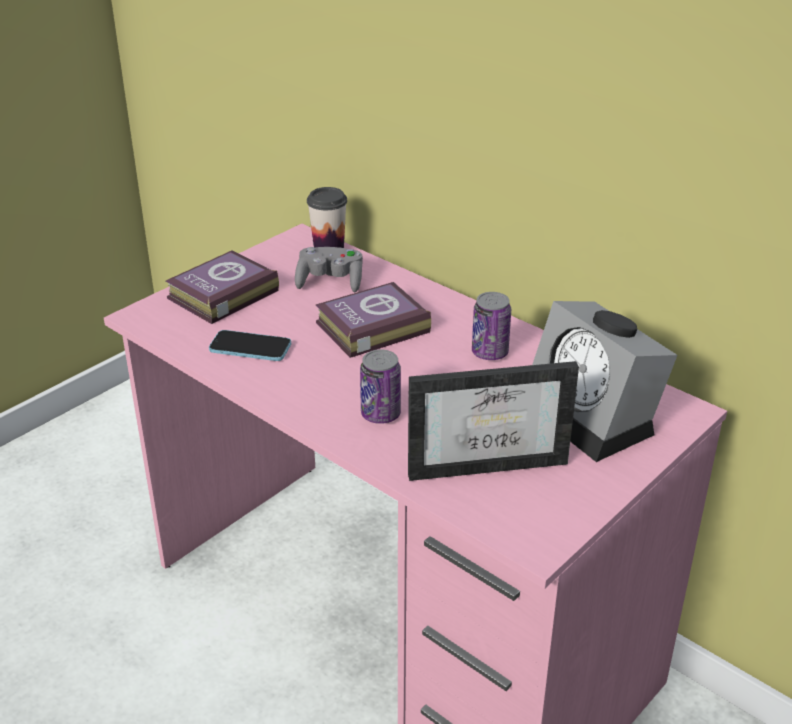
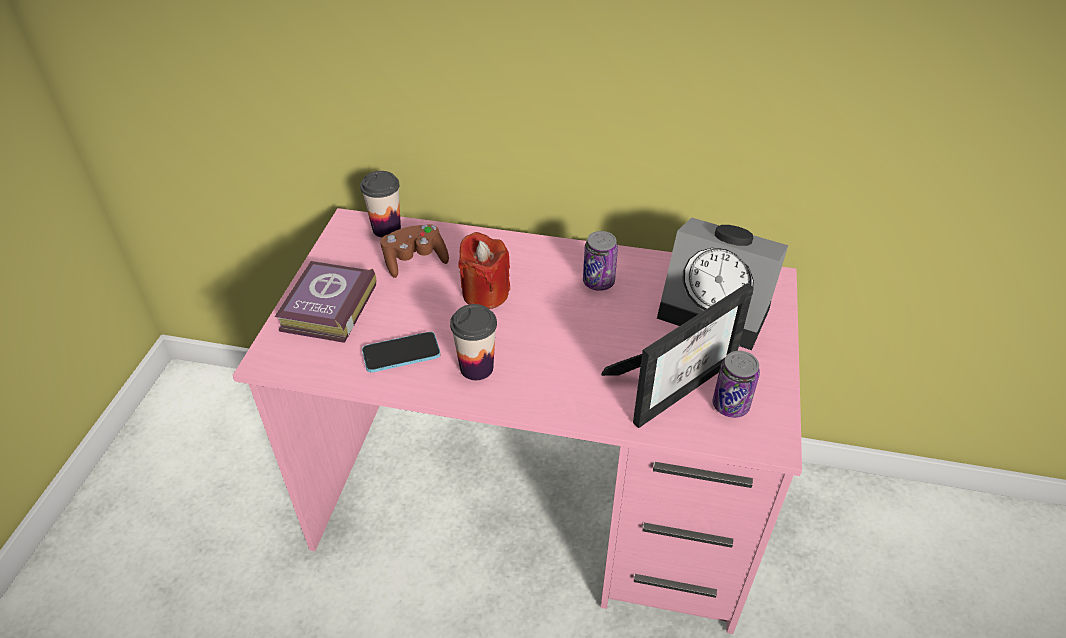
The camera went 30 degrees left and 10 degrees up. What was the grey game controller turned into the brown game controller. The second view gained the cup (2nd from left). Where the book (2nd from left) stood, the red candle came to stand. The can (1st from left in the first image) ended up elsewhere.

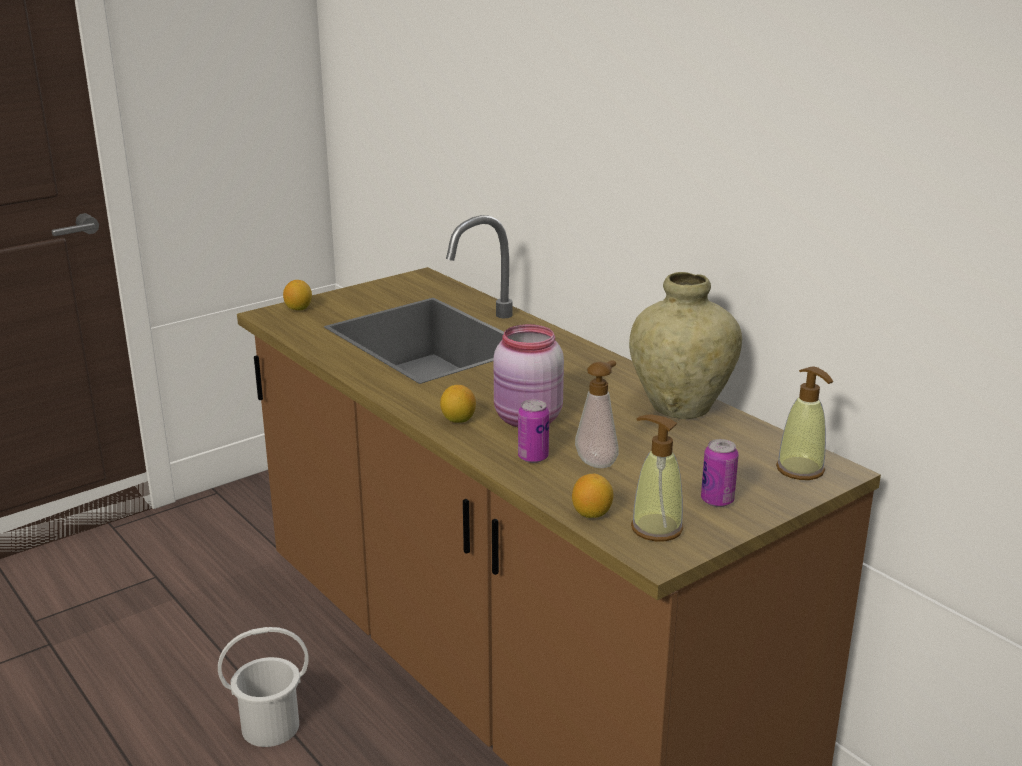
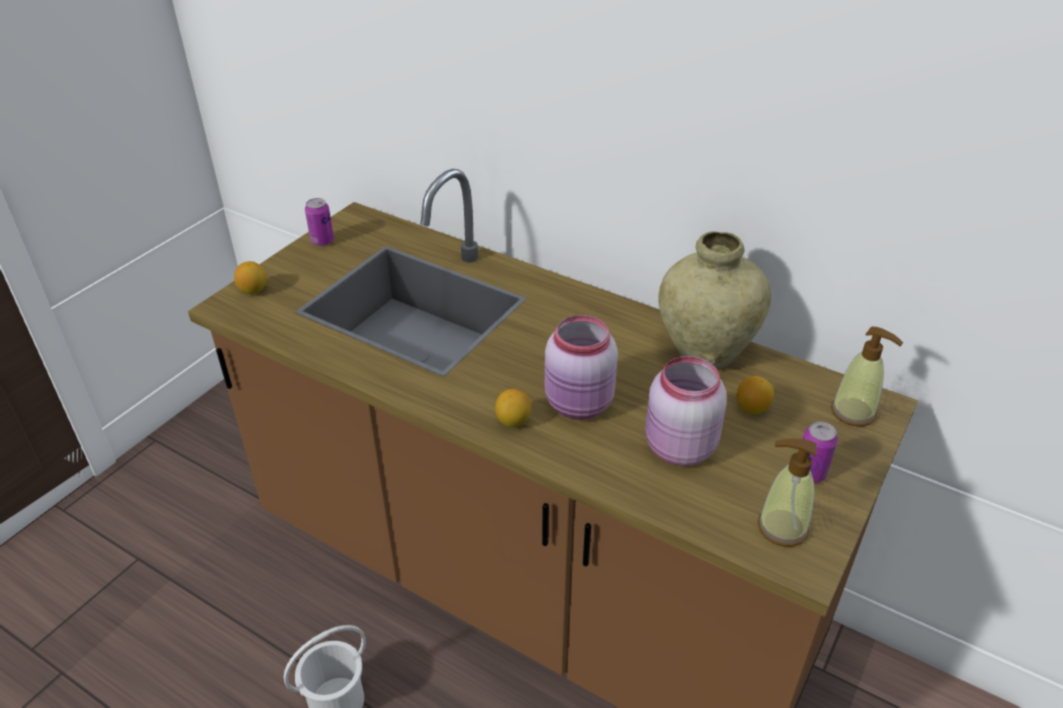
The camera went 20 degrees left and 15 degrees up. The can (1st from left) ended up elsewhere. Where the soap dispenser (1st from left) stood, the pink jar (2nd from left) came to stand. The lemon (3rd from left) ended up elsewhere.

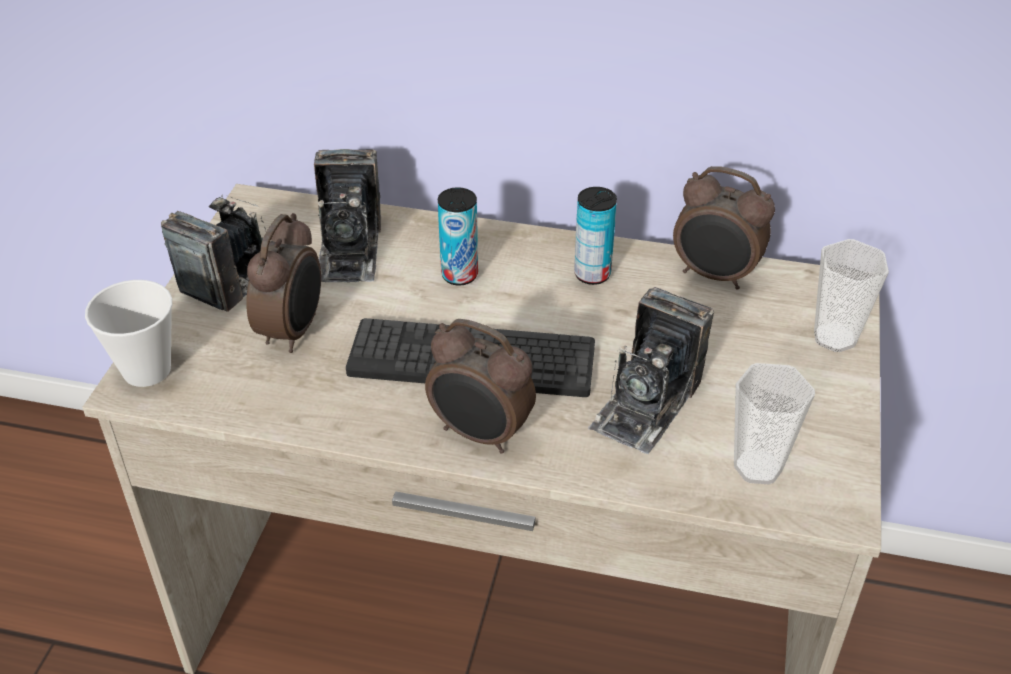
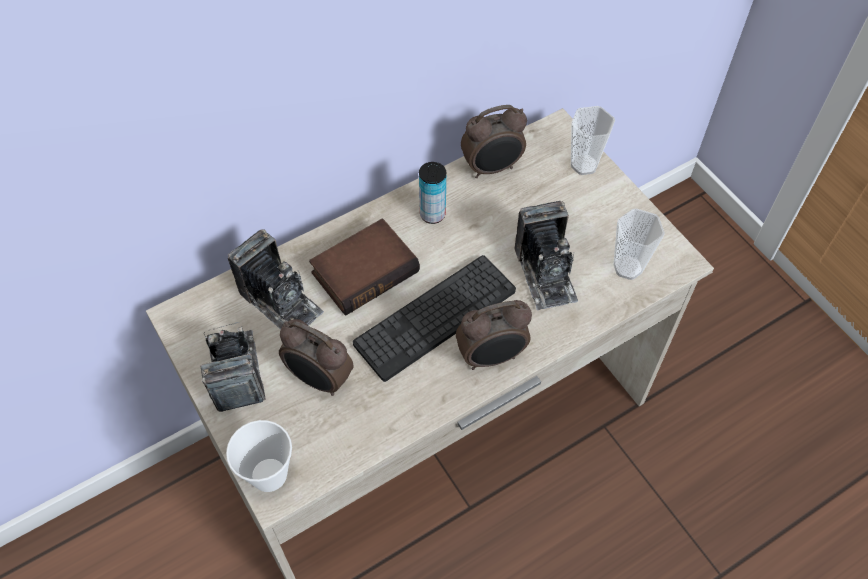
The camera went 45 degrees left and 15 degrees up. The alarm clock (1st from left) ended up facing another way, 150 degrees clockwise from before. Where the can (1st from left) stood, the book came to stand.

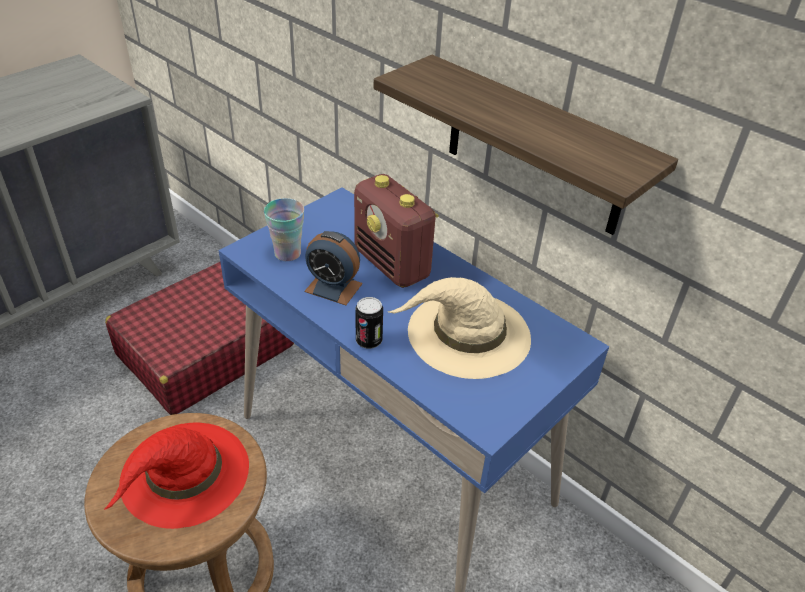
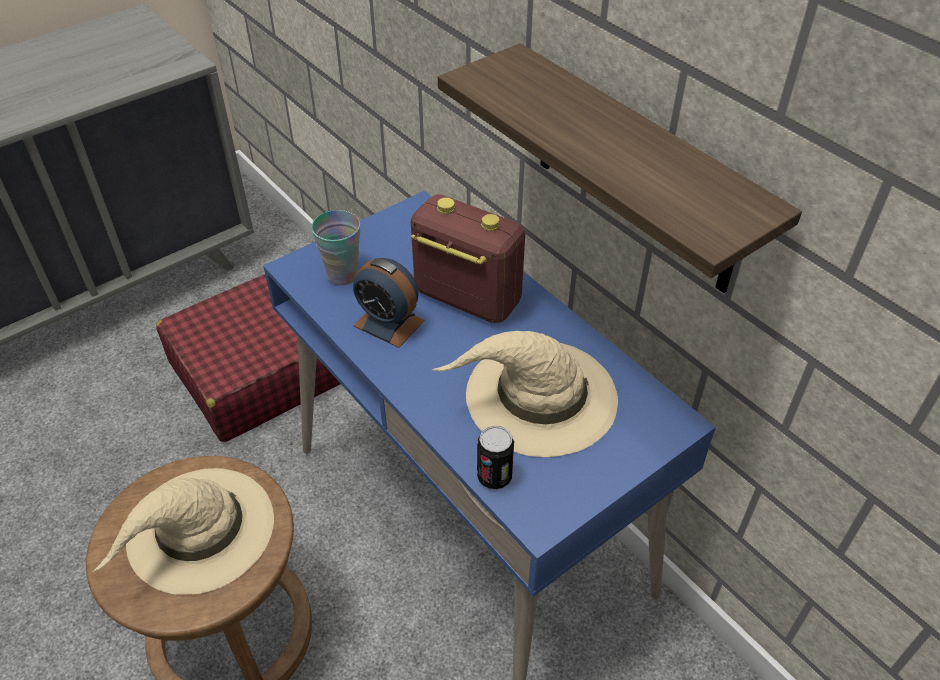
The camera went 10 degrees right and 5 degrees up. What was the red hat turned into the beige hat (1st from left). The radio ended up facing another way, 150 degrees clockwise from before. The can ended up elsewhere.

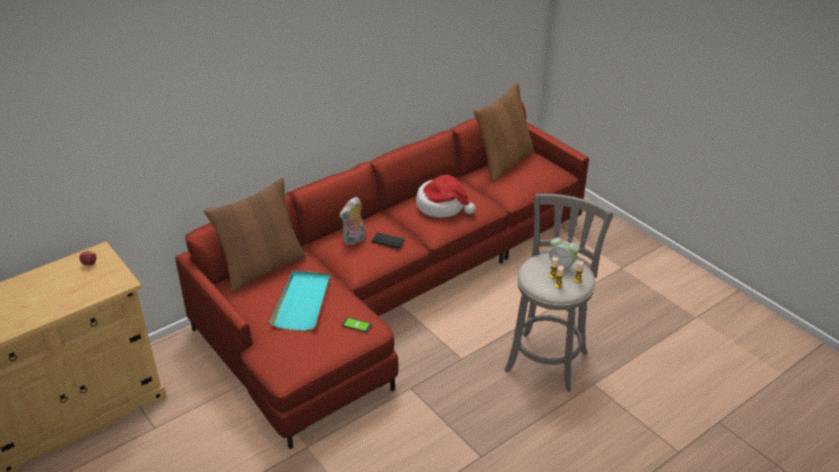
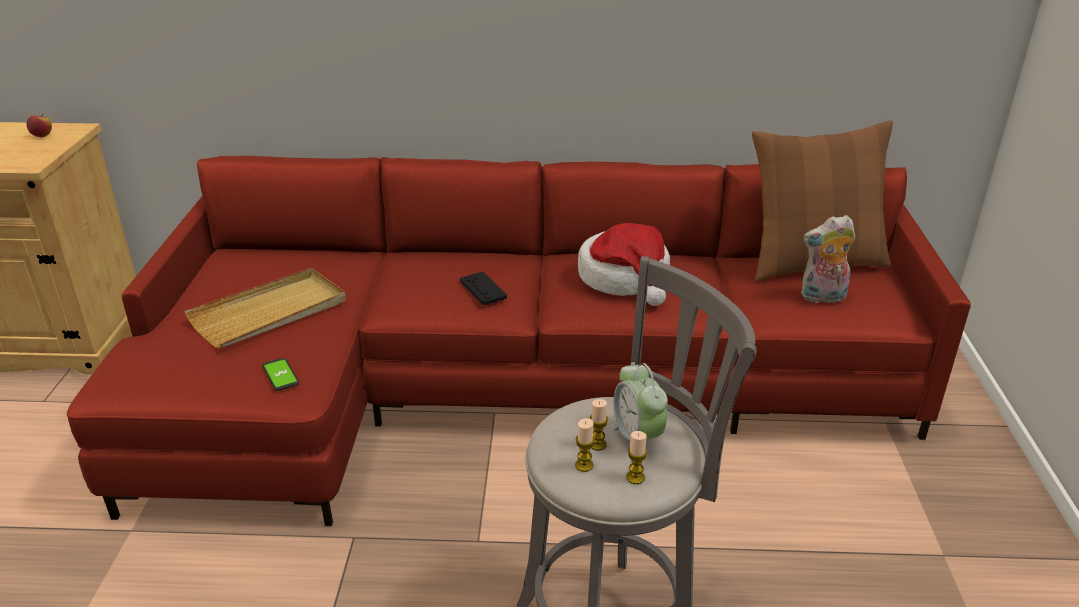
The camera went 40 degrees right and 5 degrees down. What was the turquoise tray turned into the beige tray. The plush toy ended up elsewhere. The second view lost the brown pillow (1st from left).

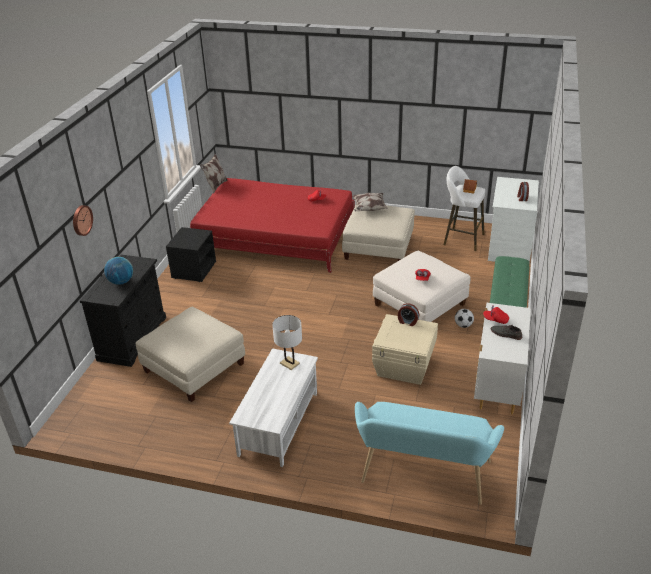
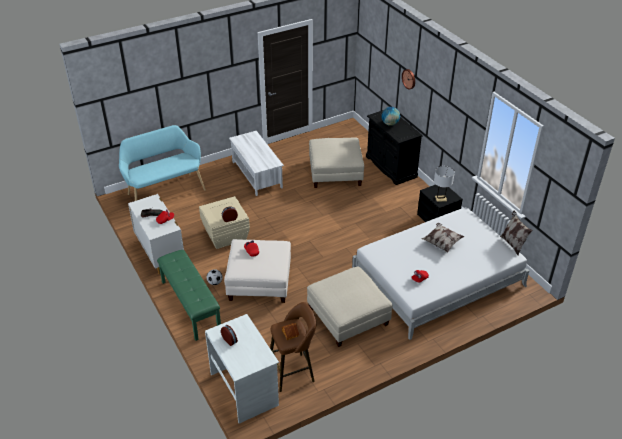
The camera went 135 degrees right and 5 degrees up. What was the white stool turned into the brown stool. What was the red bed turned into the white bed. The pillow (2nd from left in the first image) ended up elsewhere. The white table lamp ended up elsewhere.

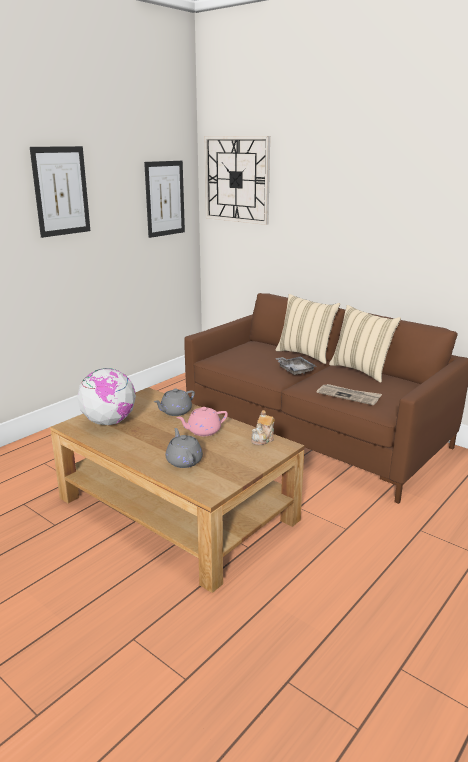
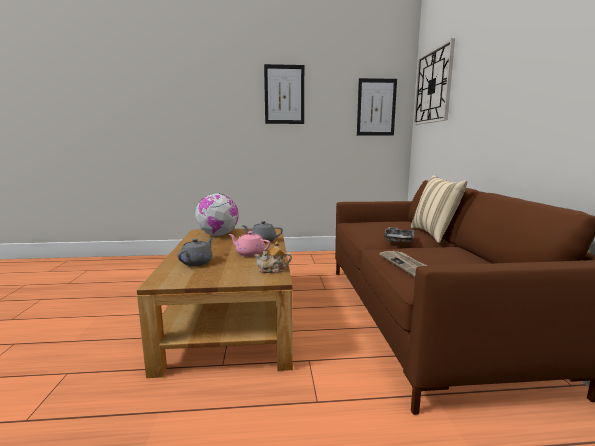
The camera went 45 degrees right and 10 degrees down. The second view lost the beige pillow (2nd from left).

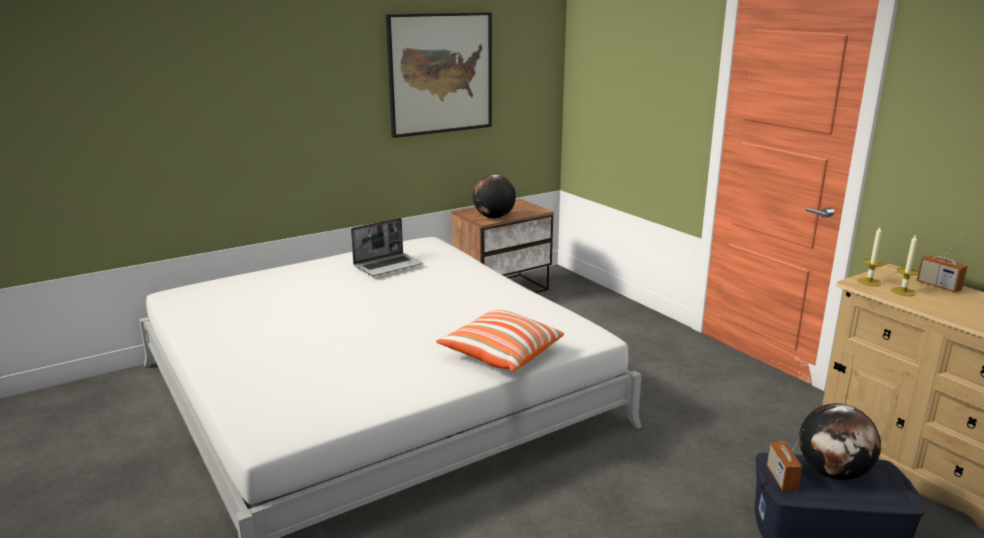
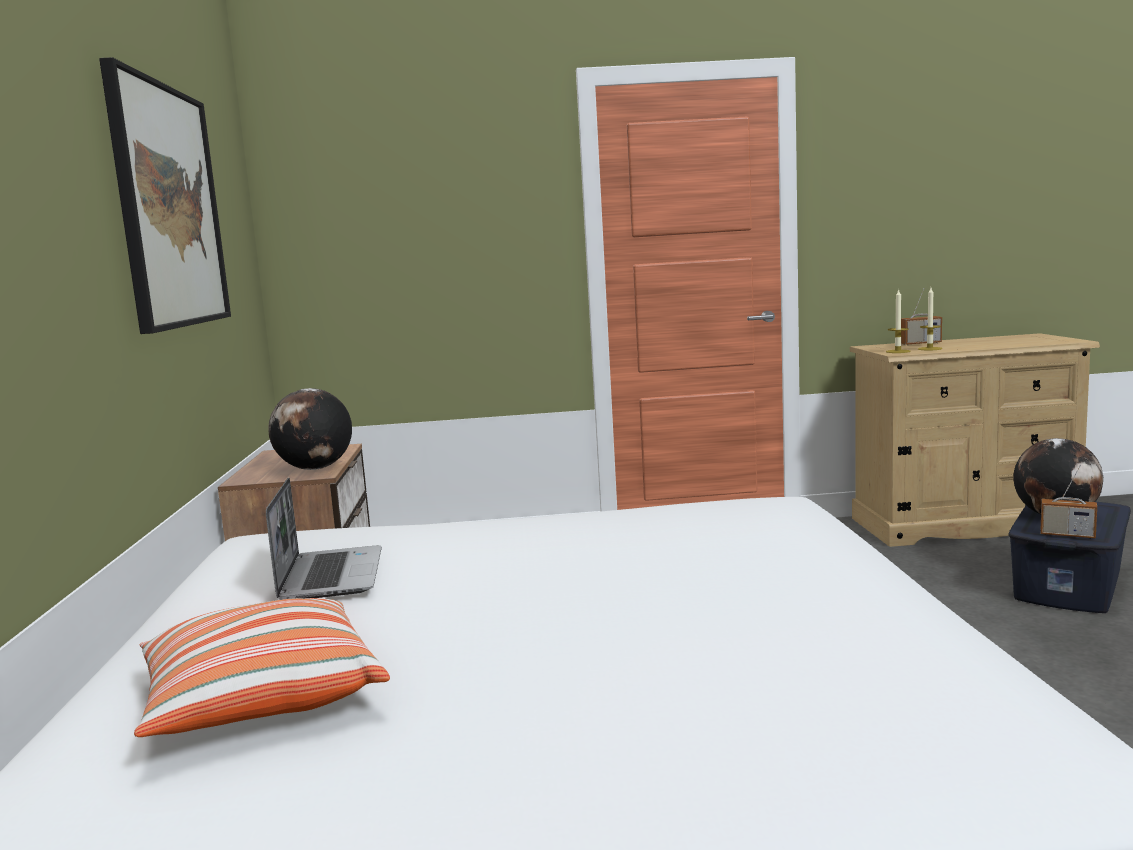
The camera went 60 degrees left and 10 degrees down. The pillow ended up elsewhere.

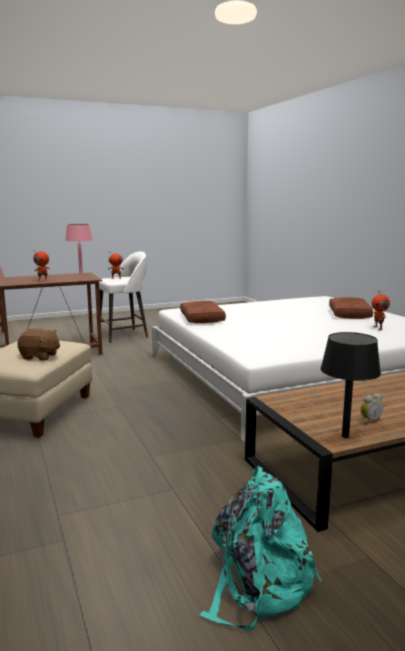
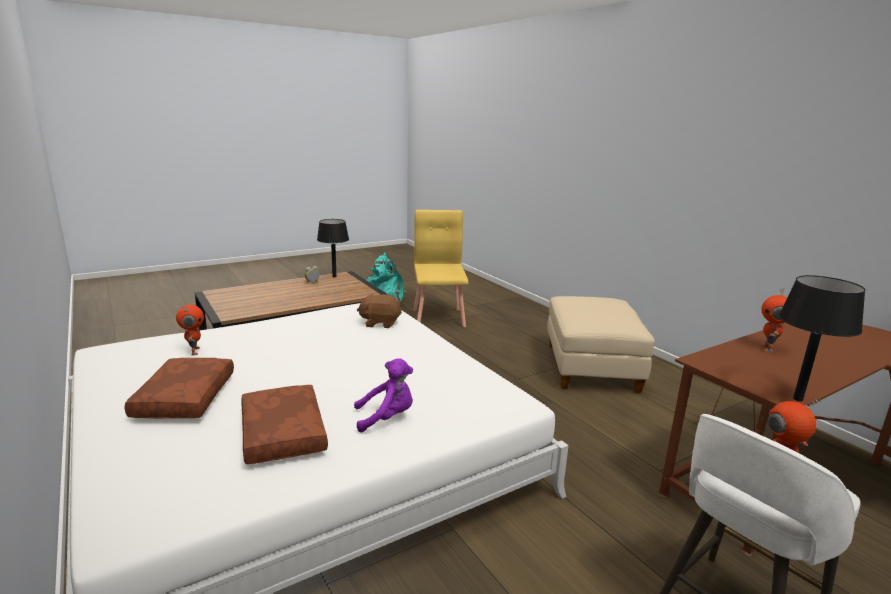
The camera went 170 degrees right and 5 degrees up. The brown pillow (1st from left in the first image) ended up elsewhere. The second view gained the purple plush toy. The brown plush toy ended up elsewhere. The second view gained the yellow chair. What was the pink table lamp turned into the black table lamp (2nd from left).

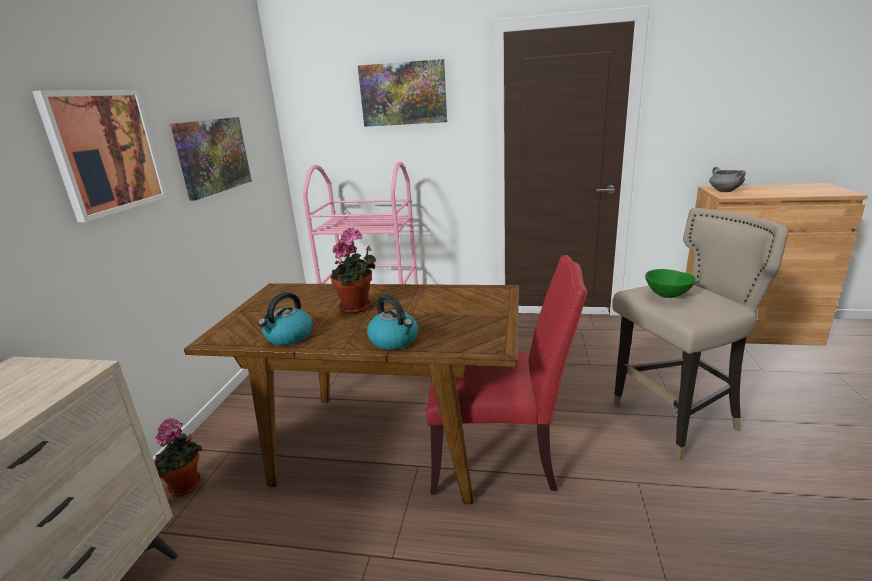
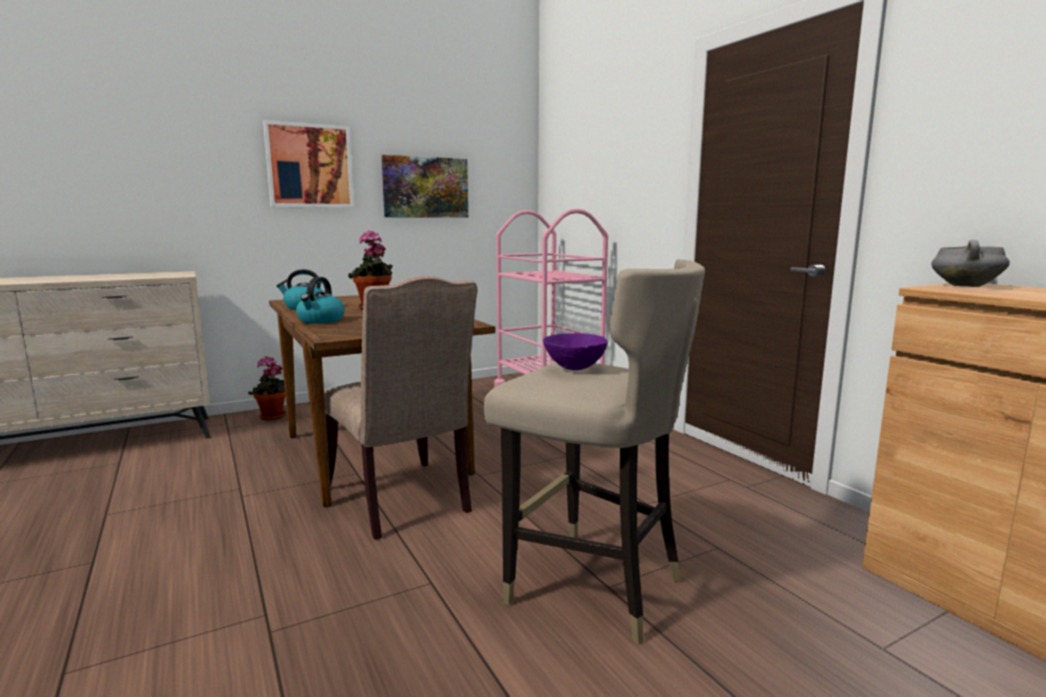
The camera went 50 degrees right and 10 degrees down. What was the red chair turned into the beige chair. What was the green bowl turned into the purple bowl. The second view lost the picture (3rd from left).

